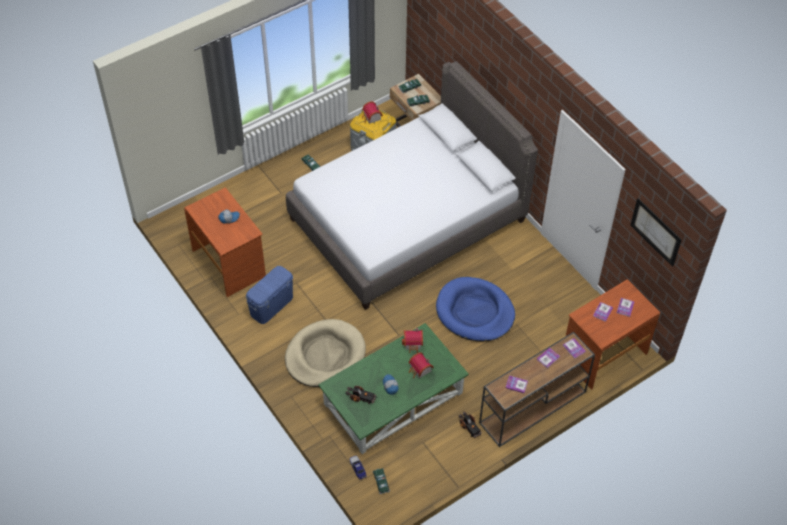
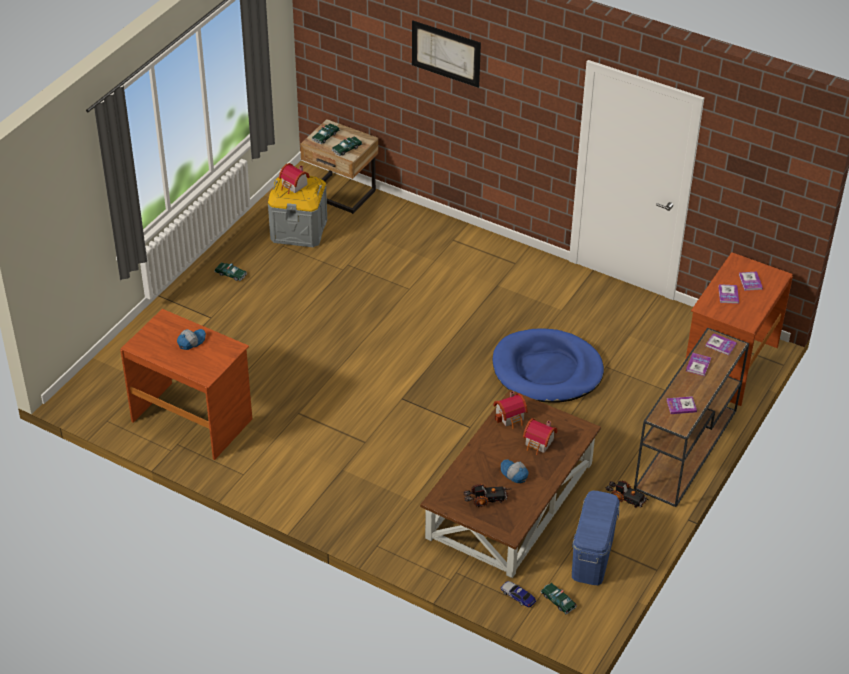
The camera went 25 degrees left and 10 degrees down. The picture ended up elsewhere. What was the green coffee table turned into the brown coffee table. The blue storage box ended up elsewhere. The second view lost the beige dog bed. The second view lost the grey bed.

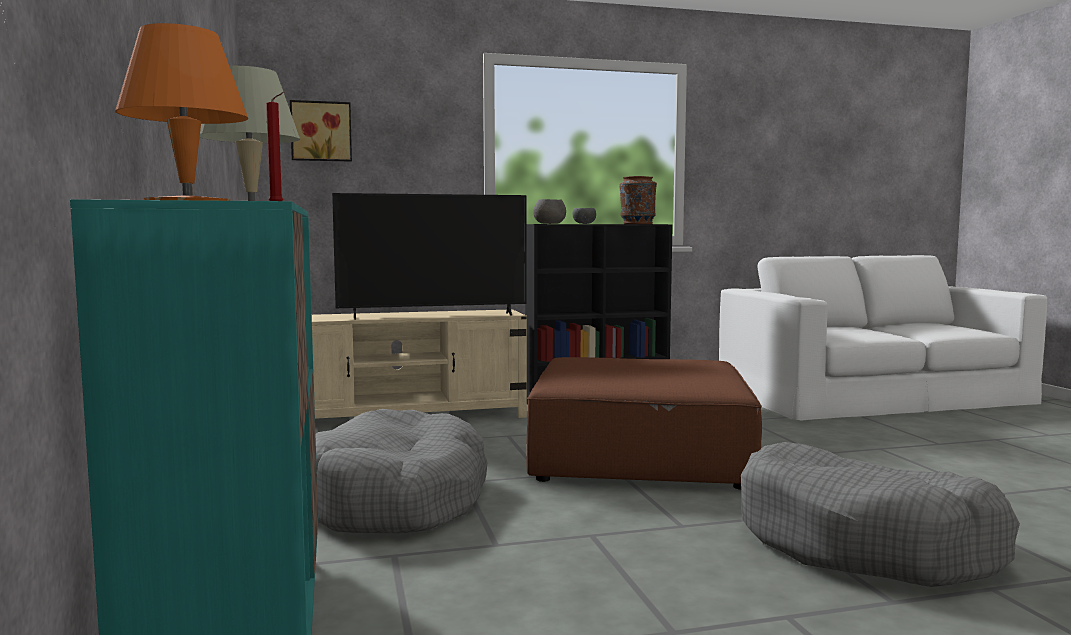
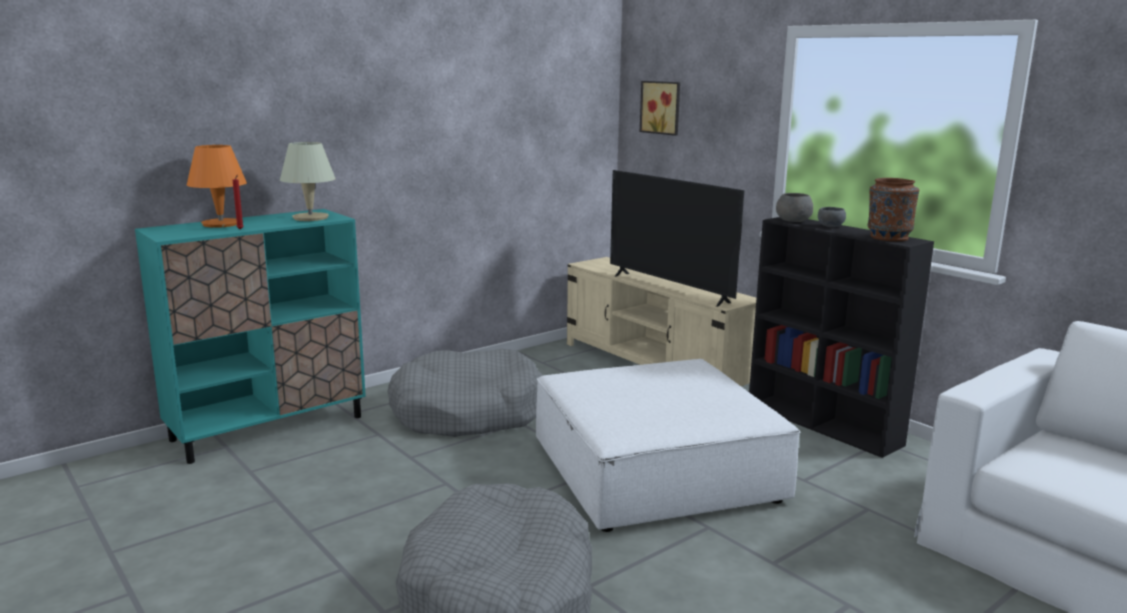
The camera went 65 degrees right and 10 degrees up. What was the brown ottoman turned into the white ottoman.

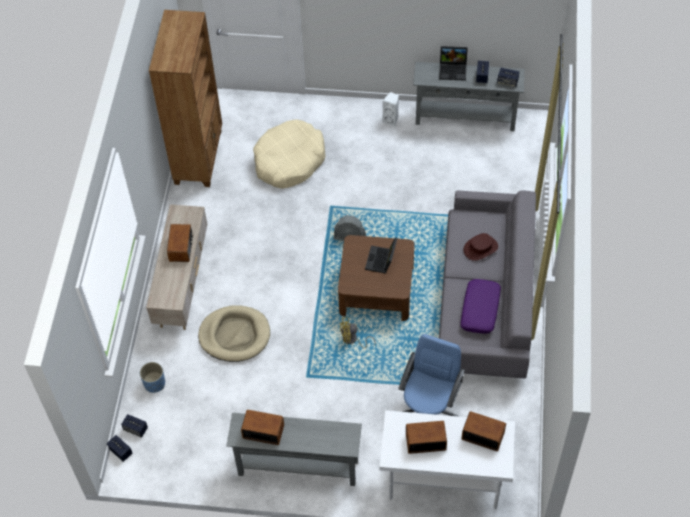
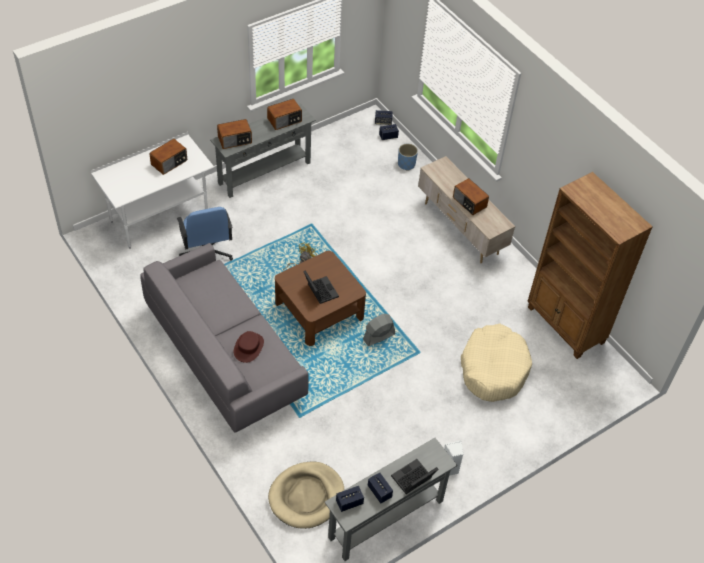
The camera went 135 degrees right and 5 degrees down. The radio (4th from left in the first image) ended up elsewhere. The beige dog bed (1st from left) ended up elsewhere. The second view lost the purple pillow.

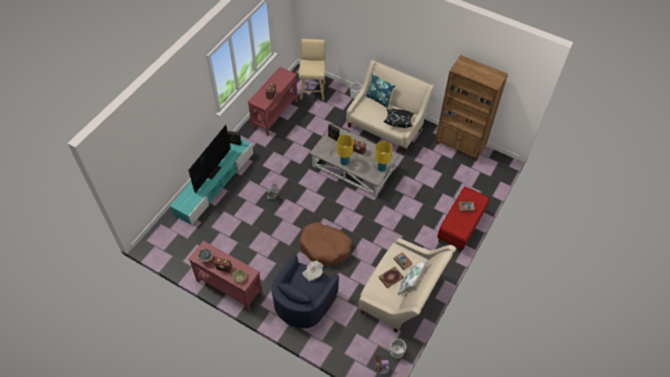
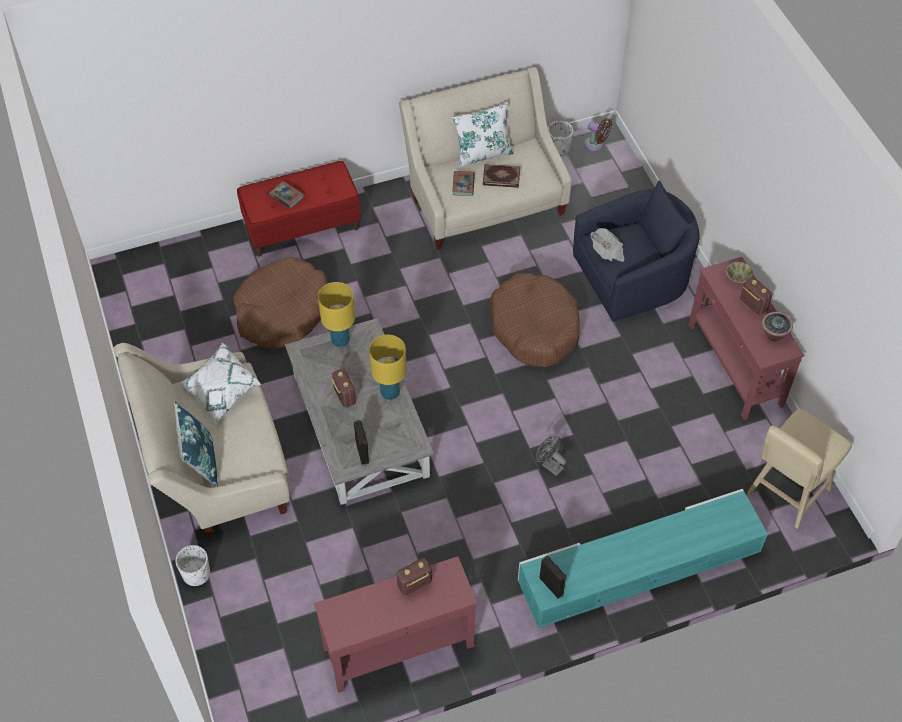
The camera went 140 degrees left and 0 degrees up. What was the black pillow turned into the white pillow (1st from left). The second view gained the brown dog bed (1st from left). The beige stool ended up elsewhere. The second view lost the television. The second view lost the brown bookcase.

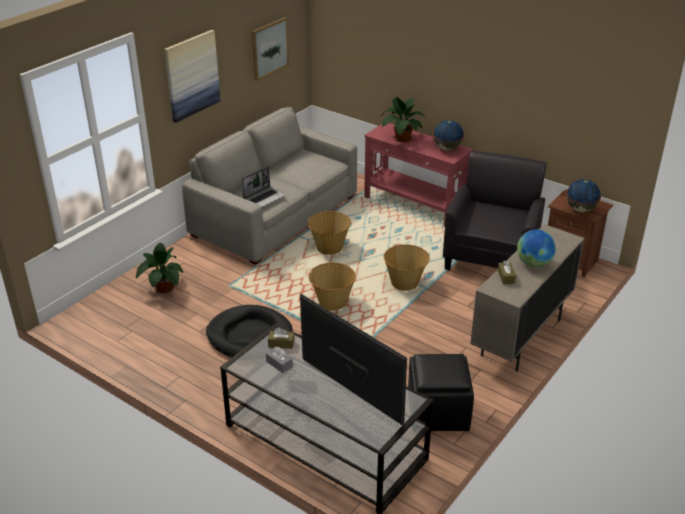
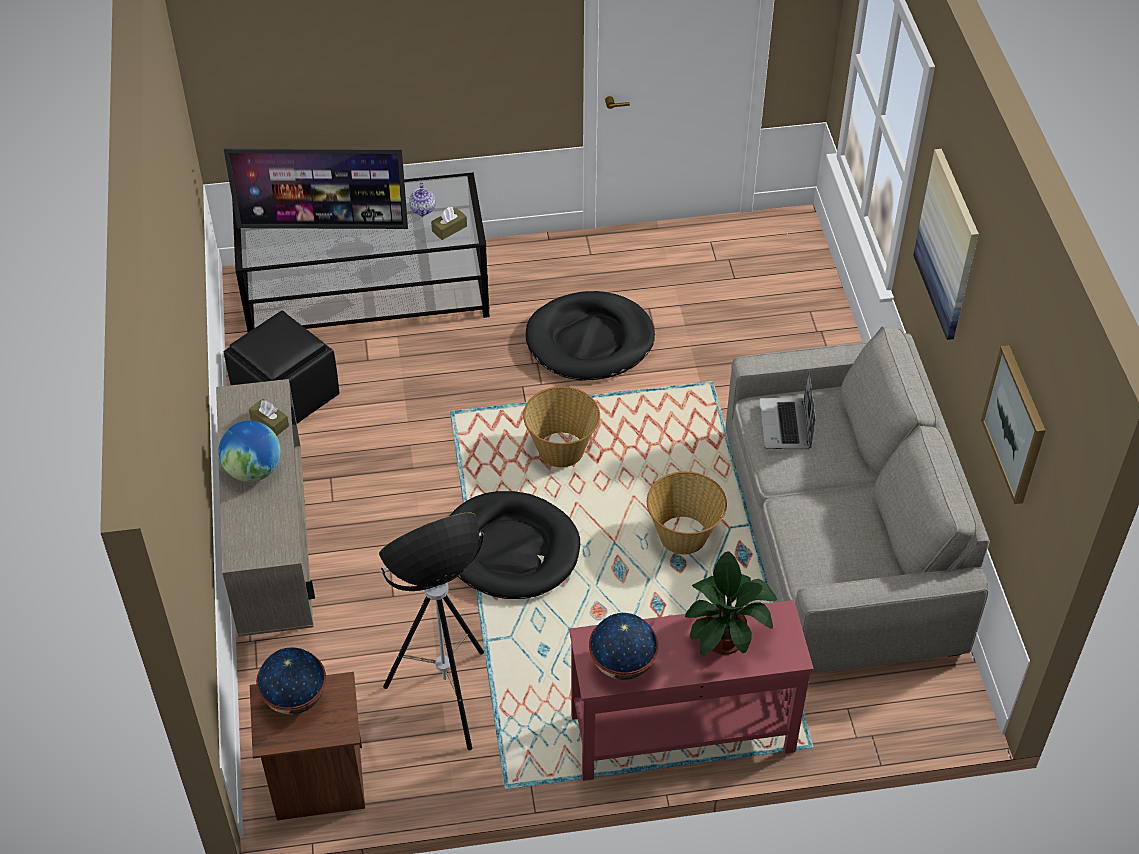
The camera went 135 degrees right and 15 degrees up. Where the black armchair stood, the floor lamp came to stand. Where the grey tissue box stood, the teapot came to stand. Where the basket (3rd from left) stood, the black dog bed (1st from left) came to stand. The second view lost the potted plant (1st from left).

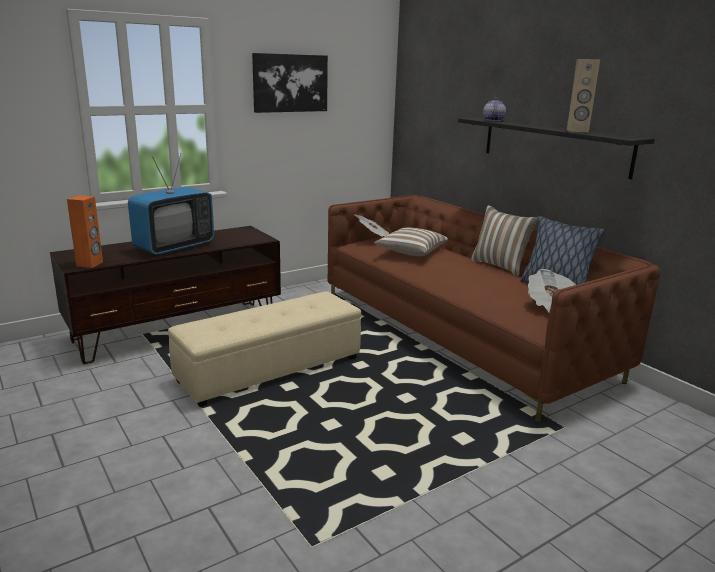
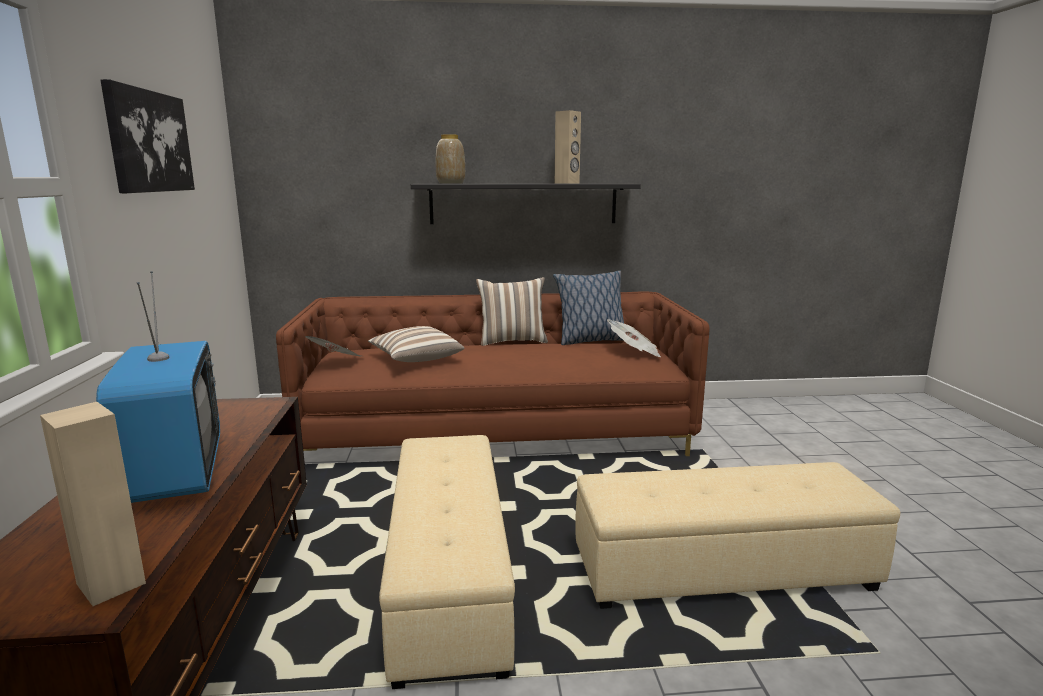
The camera went 60 degrees left and 5 degrees down. What was the orange speaker turned into the beige speaker (1st from left). Where the teapot stood, the vase came to stand. The second view gained the beige ottoman (2nd from left).

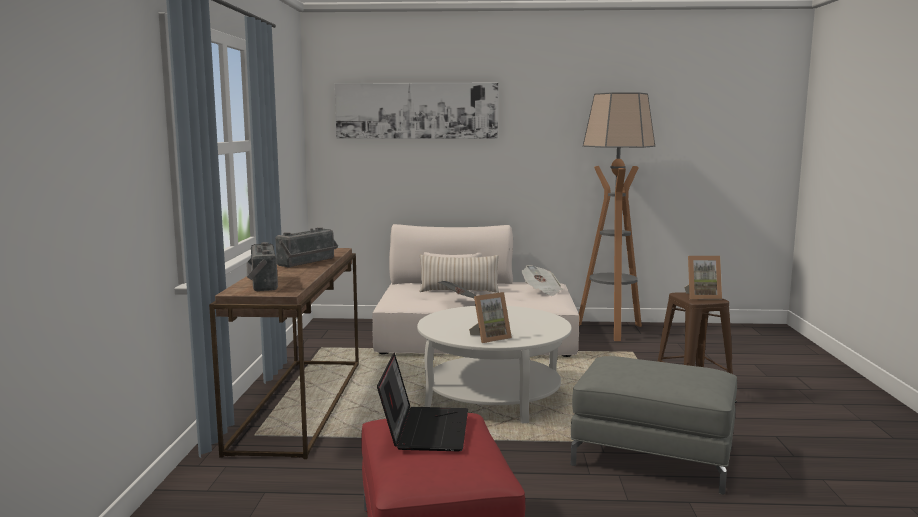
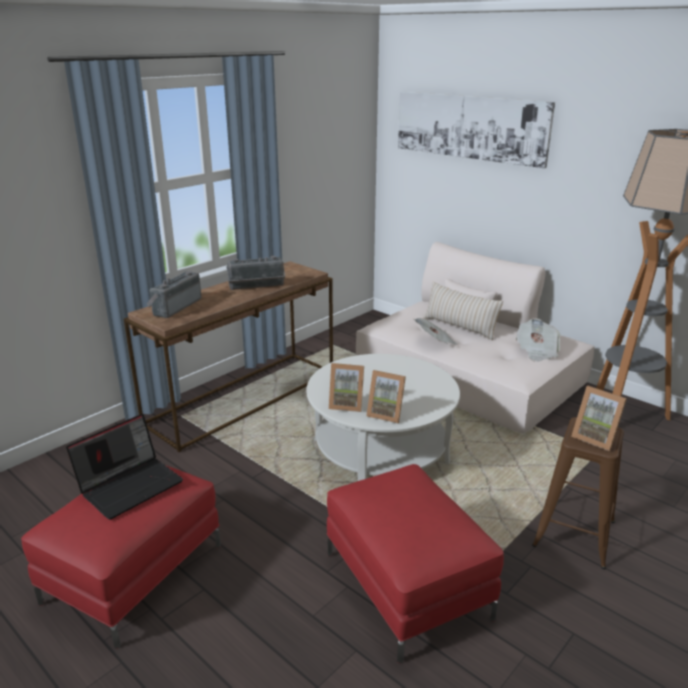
The camera went 40 degrees right and 15 degrees up. What was the grey ottoman turned into the red ottoman (2nd from left). The second view gained the picture frame (2nd from left).

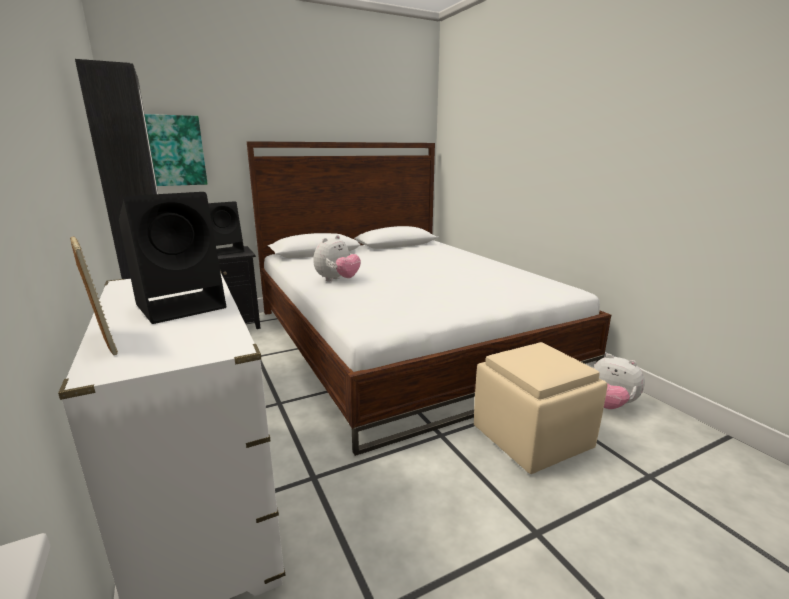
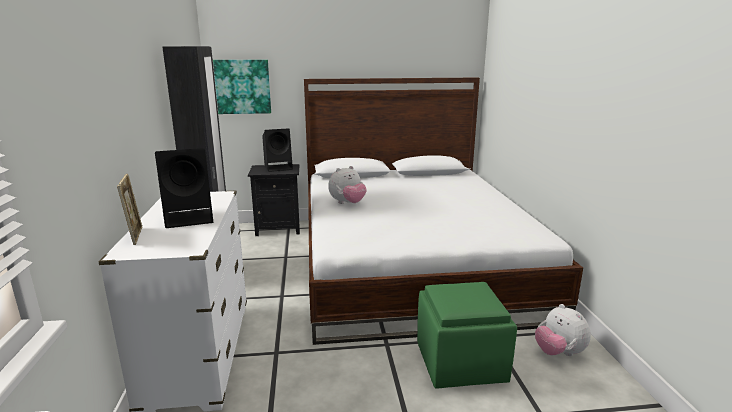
The camera went 20 degrees right and 0 degrees up. What was the beige ottoman turned into the green ottoman.

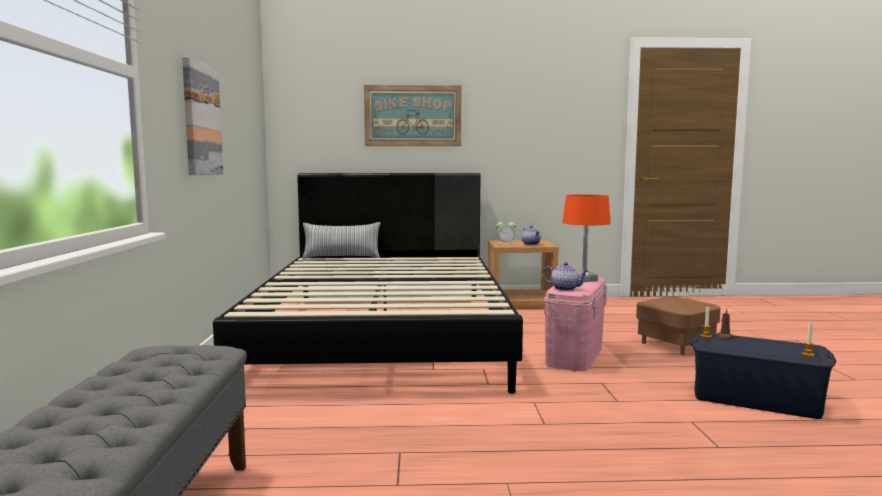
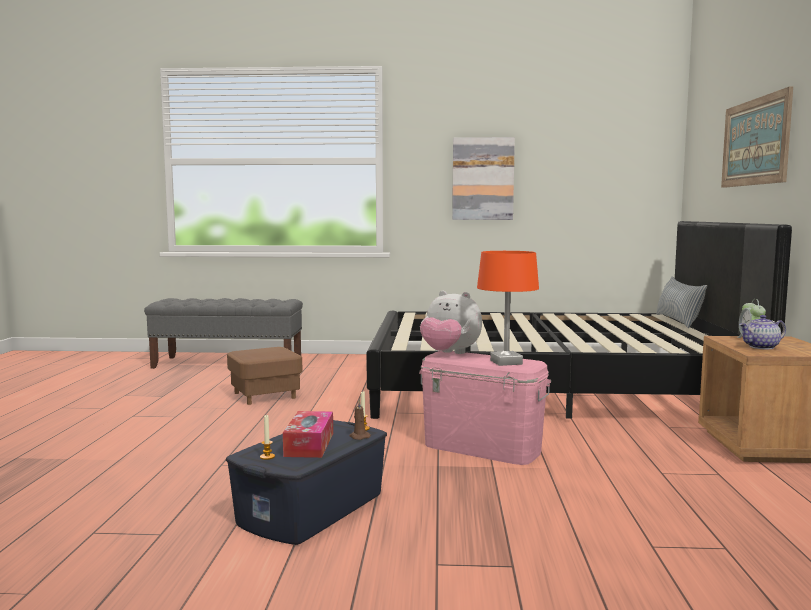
The camera went 95 degrees right and 0 degrees up. The brown ottoman ended up elsewhere. The second view gained the tissue box. Where the teapot (2nd from left) stood, the plush toy came to stand.

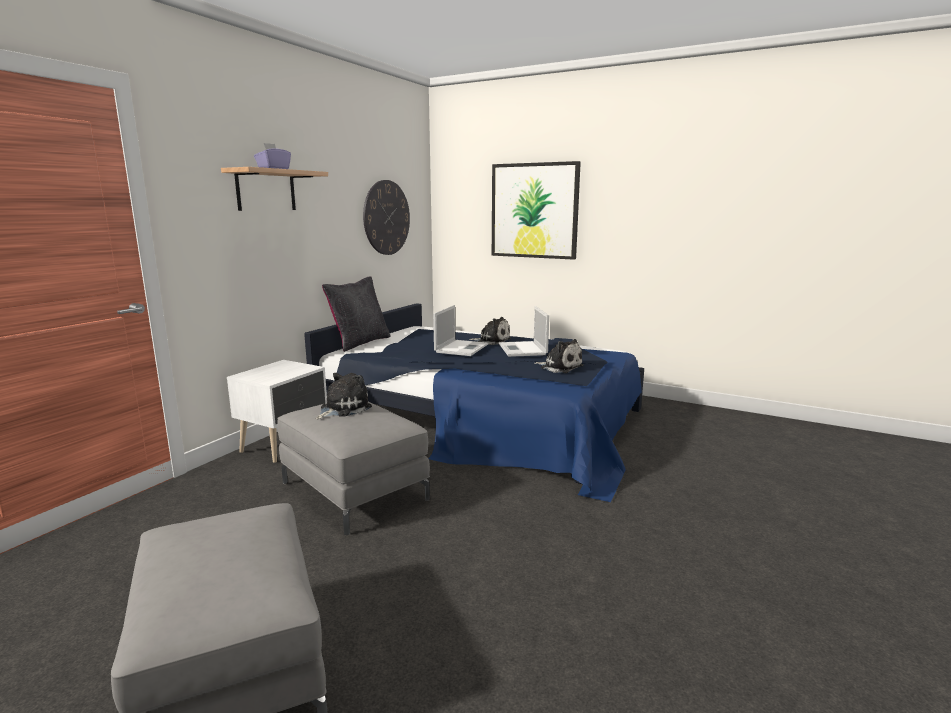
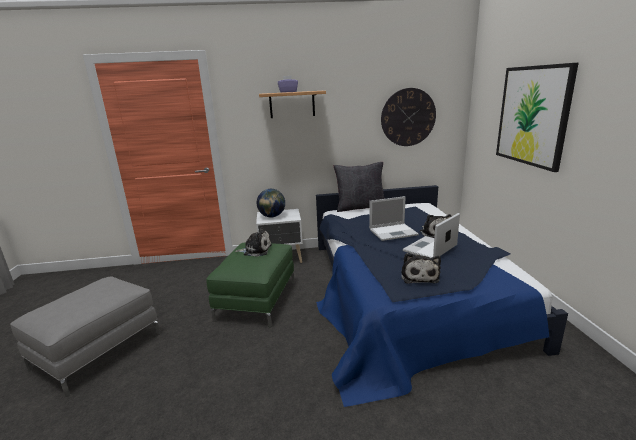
The camera went 55 degrees right and 5 degrees up. What was the grey ottoman (2nd from left) turned into the green ottoman. The second view gained the globe.

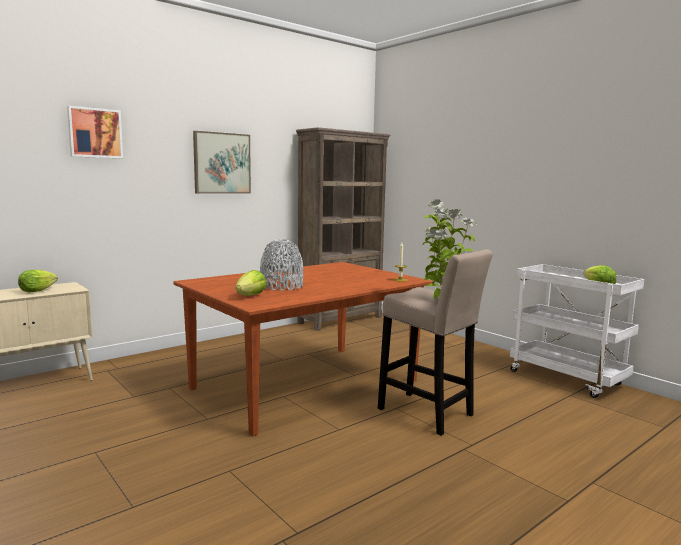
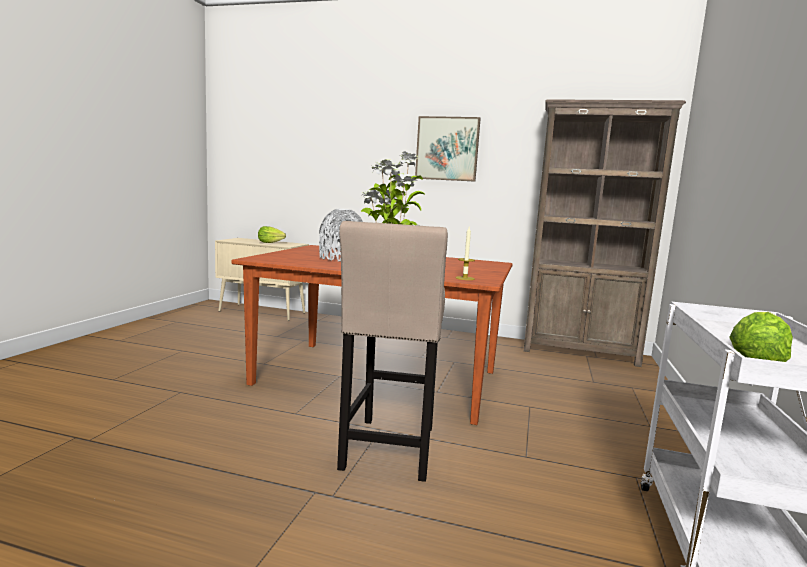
The camera went 55 degrees right and 0 degrees up. The second view lost the picture (1st from left). The second view lost the lettuce (2nd from left).

